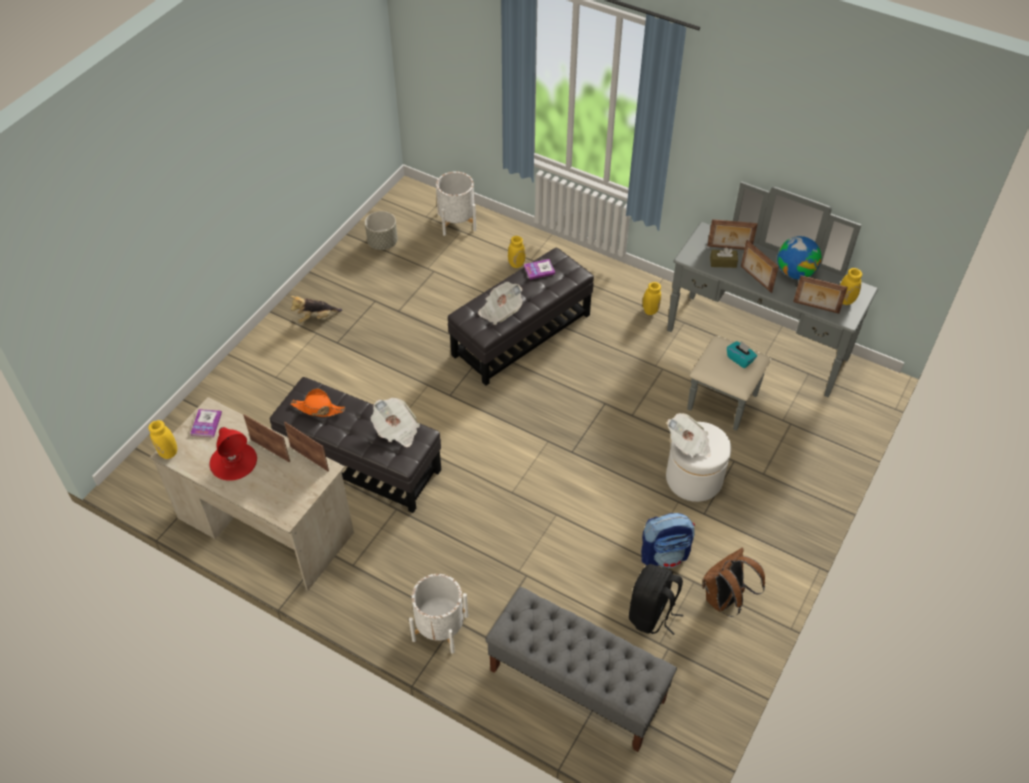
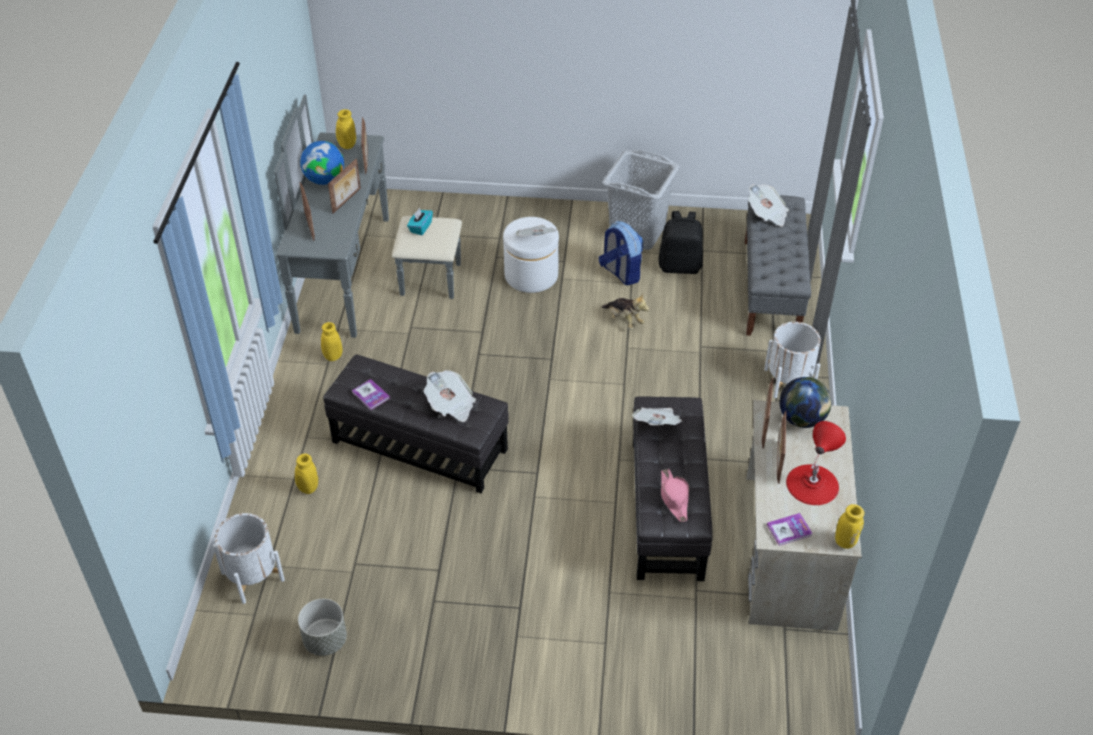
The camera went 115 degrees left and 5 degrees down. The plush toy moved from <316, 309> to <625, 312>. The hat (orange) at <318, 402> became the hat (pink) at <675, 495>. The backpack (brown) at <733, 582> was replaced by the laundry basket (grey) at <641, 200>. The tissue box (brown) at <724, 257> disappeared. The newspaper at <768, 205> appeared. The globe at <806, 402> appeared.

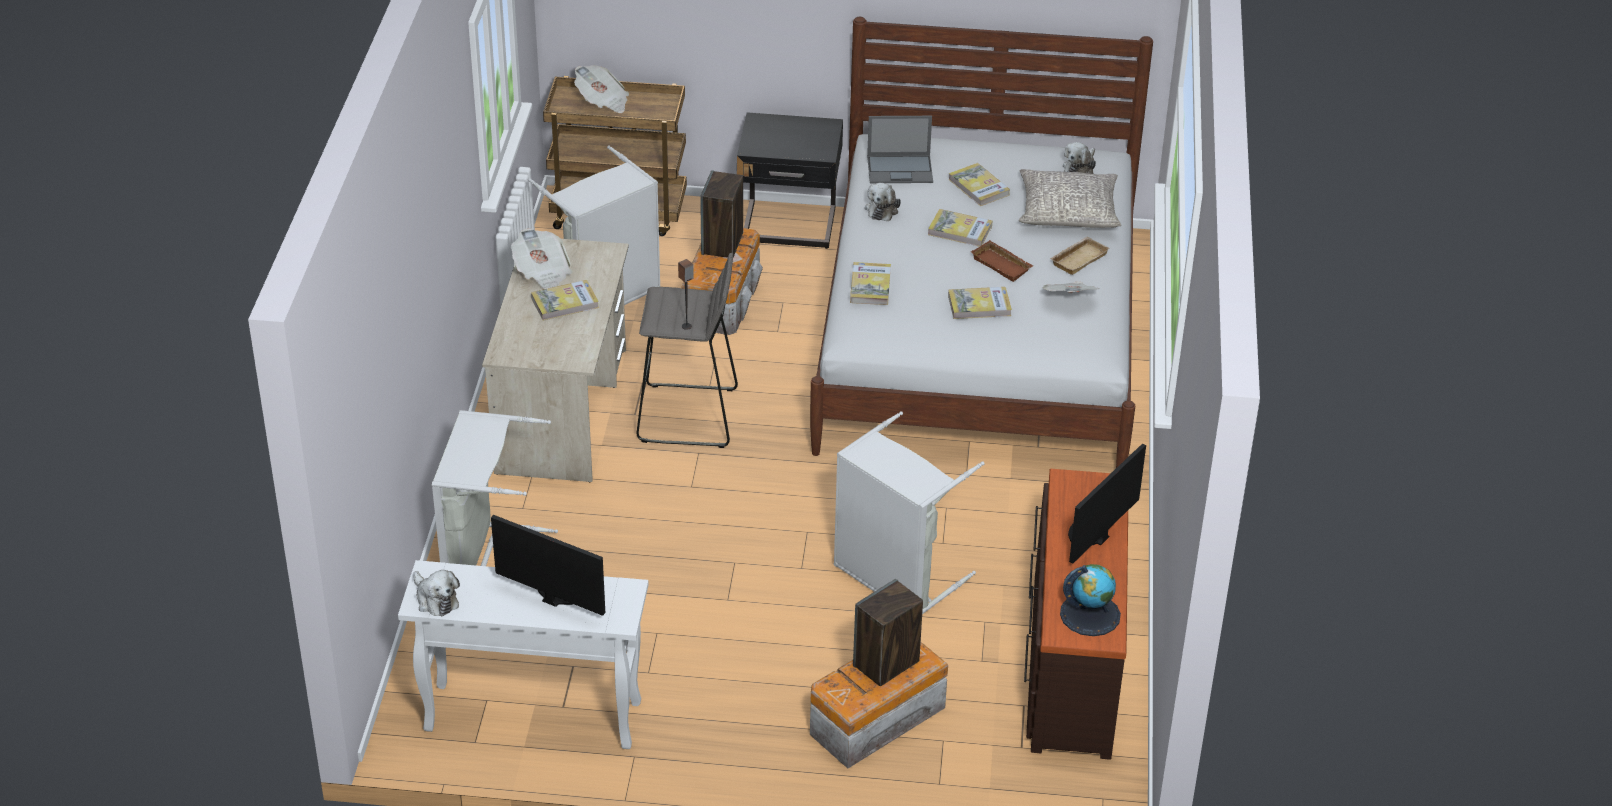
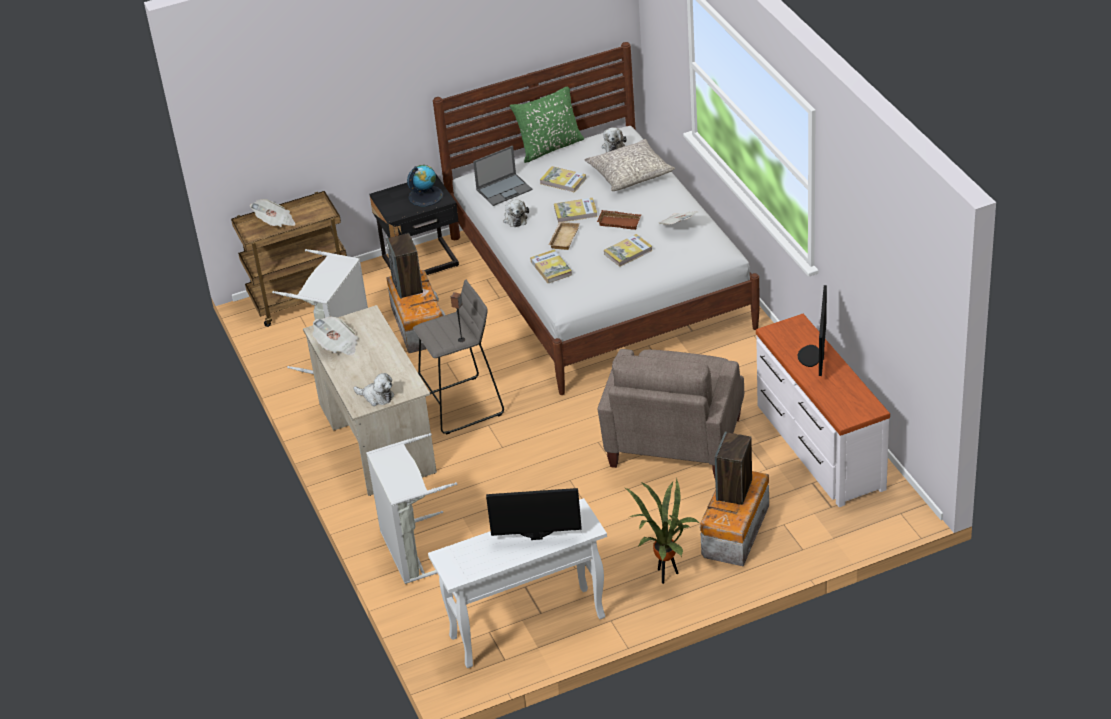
The camera went 25 degrees left and 0 degrees up. The plush toy moved from <436, 593> to <374, 389>. The book at <565, 300> disappeared. The laundry basket (grey) at <909, 512> was replaced by the armchair (beige) at <671, 413>. The dresser (brown) at <1076, 614> became the dresser (white) at <823, 410>. The tray (beige) moved from <1080, 255> to <564, 236>. The globe moved from <1090, 600> to <425, 186>. The pillow (green) at <547, 125> appeared. The potted plant at <663, 531> appeared.

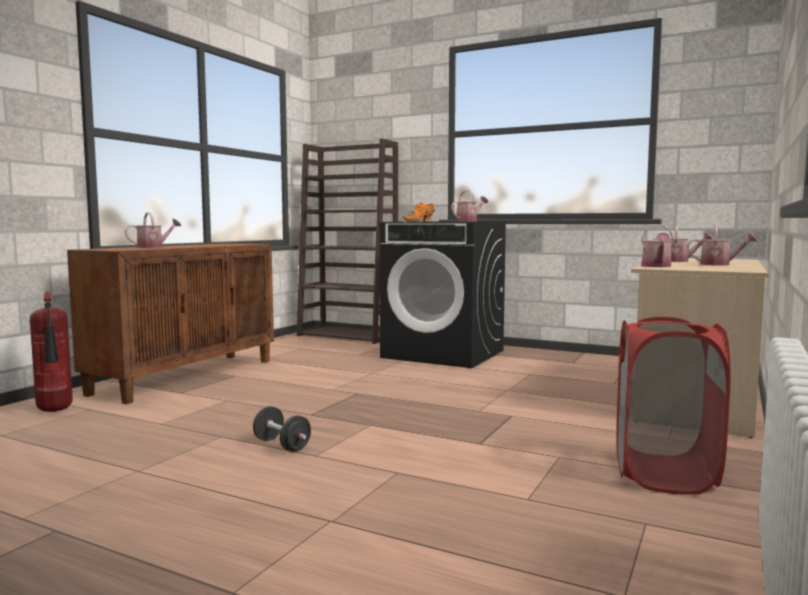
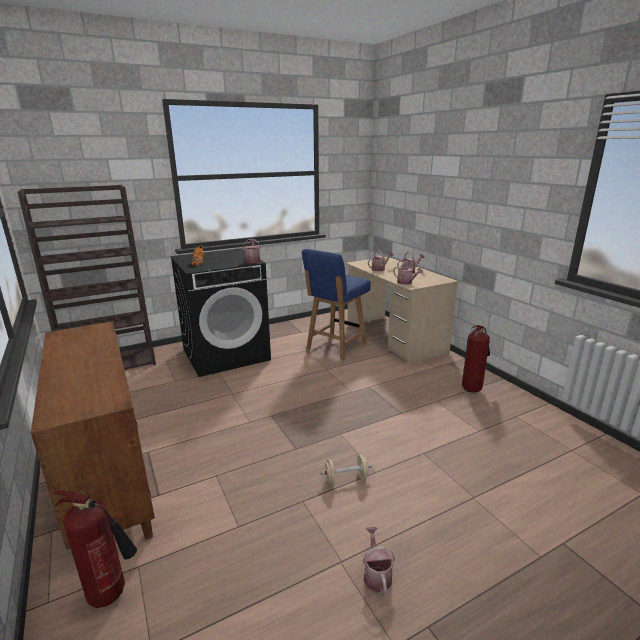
The camera went 55 degrees left and 15 degrees up. The watering can moved from <153, 230> to <379, 561>. The dumbbell (black) at <282, 429> became the dumbbell (beige) at <346, 470>. The laundry basket (red) at <674, 406> was replaced by the fire extinguisher at <476, 359>. The chair (blue) at <336, 304> appeared.

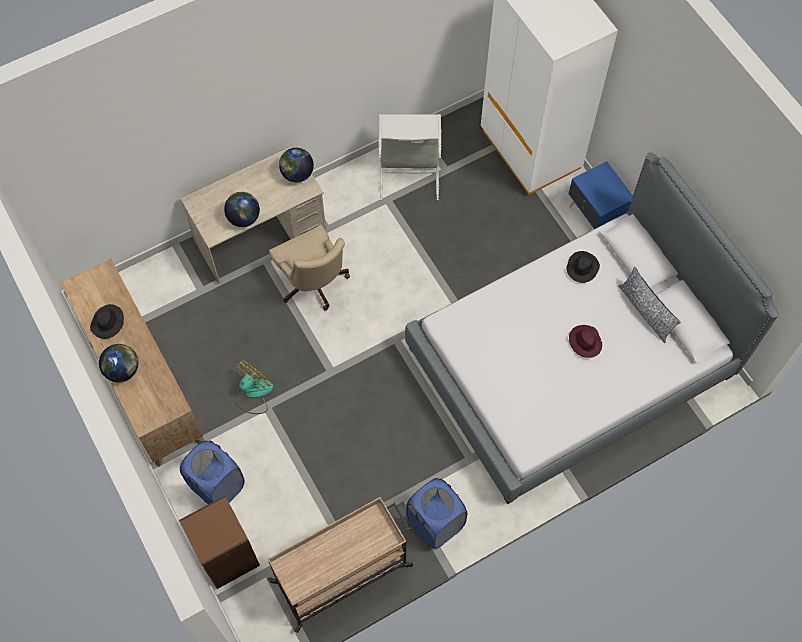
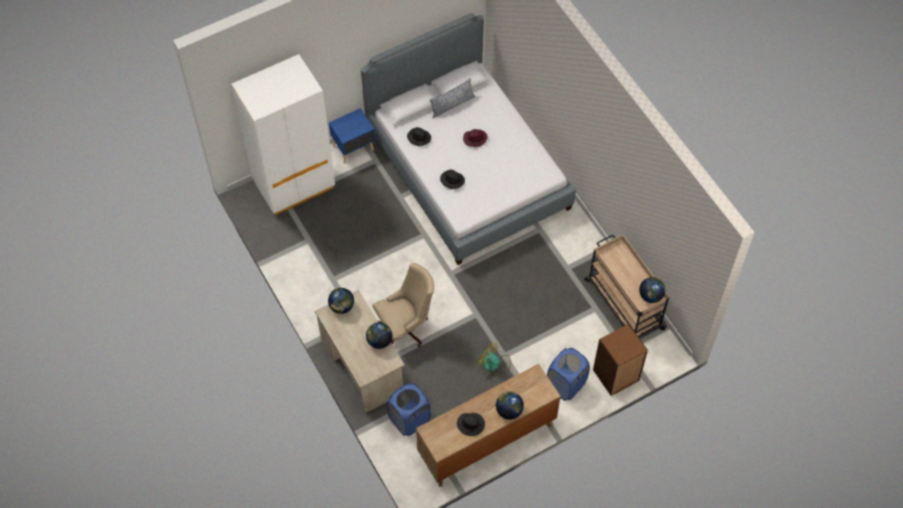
The camera went 90 degrees left and 5 degrees down. The laundry basket (grey) at <410, 157> disappeared. The laundry basket (blue) moved from <436, 513> to <408, 409>. The hat (black) at <452, 179> appeared. The globe at <652, 290> appeared.

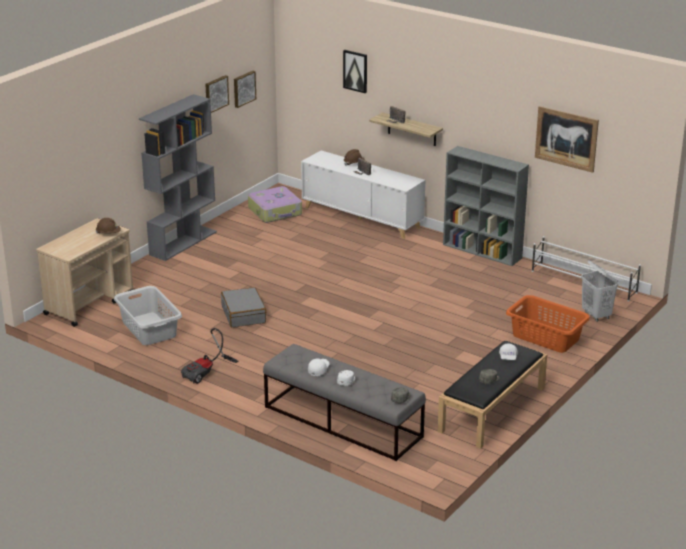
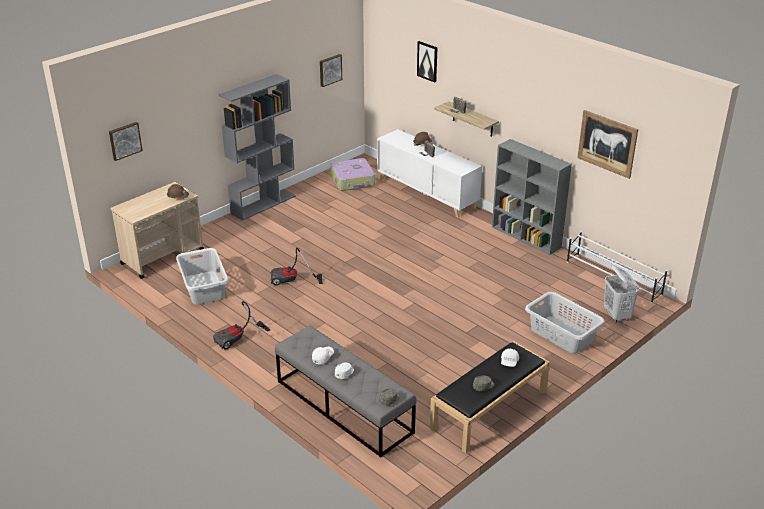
The camera went 10 degrees right and 5 degrees up. The picture moved from <217, 94> to <126, 141>. The suitcase (grey) at <243, 307> was replaced by the vacuum cleaner at <297, 266>. The laundry basket (orange) at <548, 324> became the laundry basket (grey) at <565, 322>.

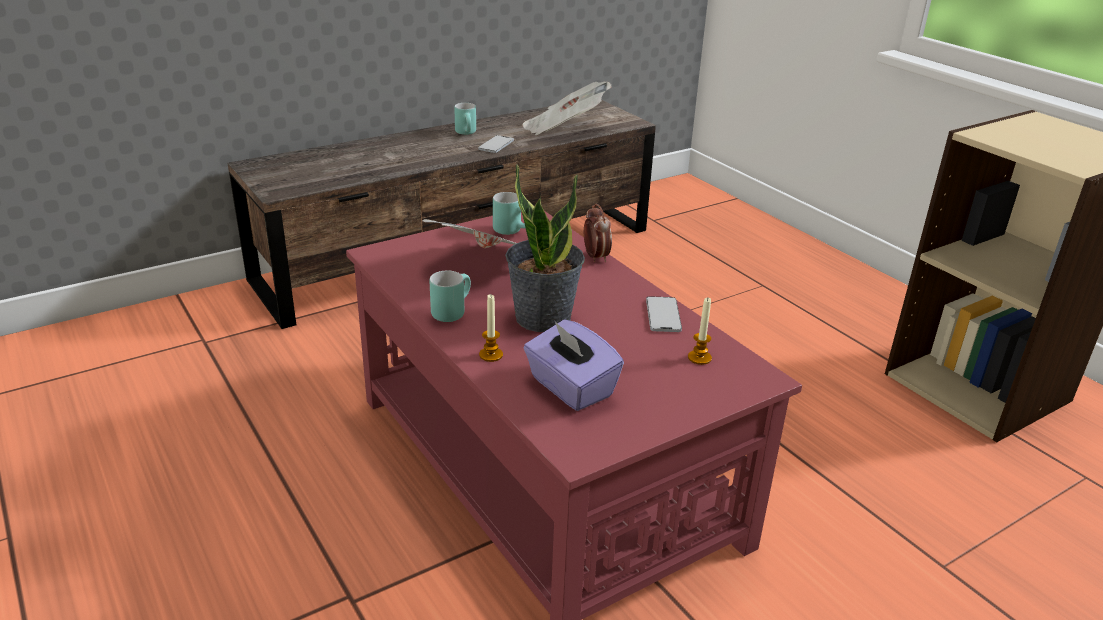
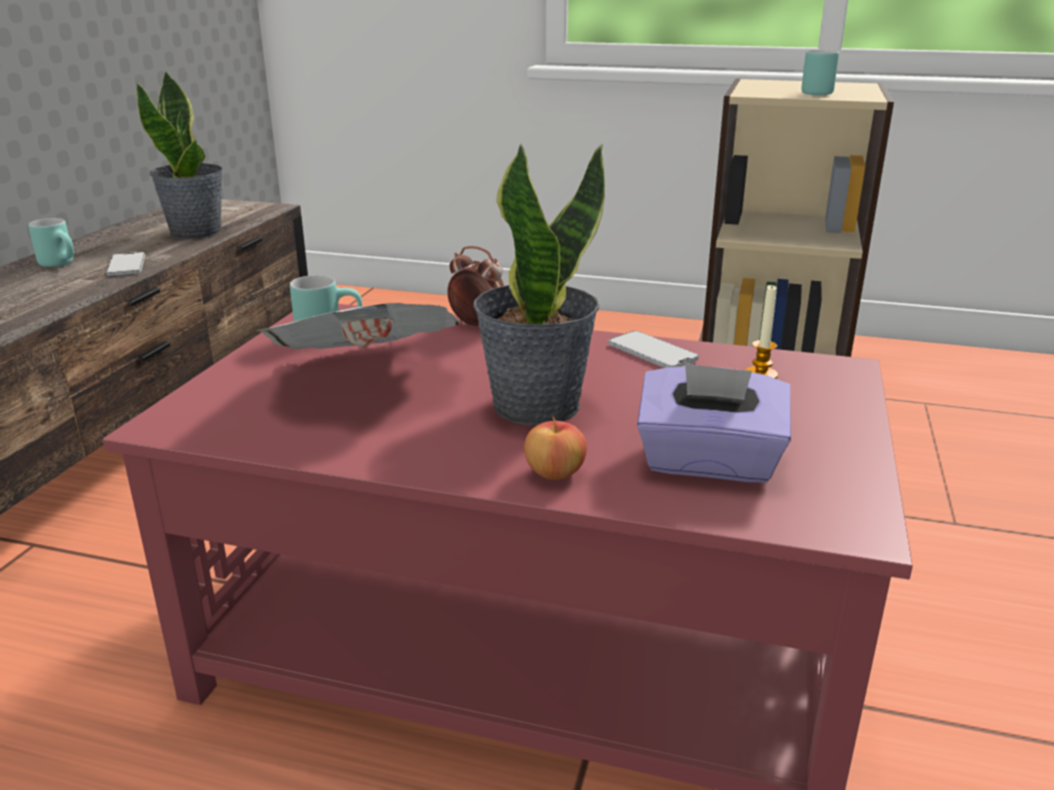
The camera went 40 degrees left and 5 degrees down. The mug (turquoise) moved from <450, 296> to <820, 72>. The candle at <491, 328> was replaced by the apple at <555, 448>. The newspaper at <566, 108> was replaced by the potted plant at <179, 155>.

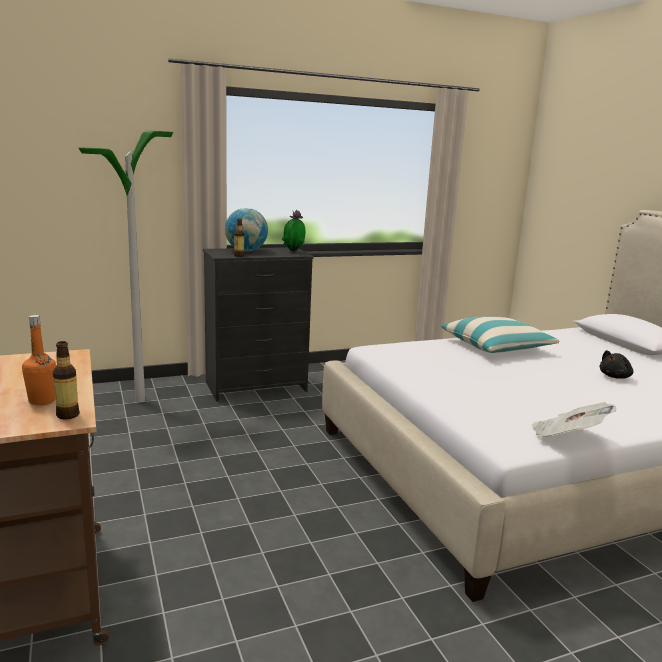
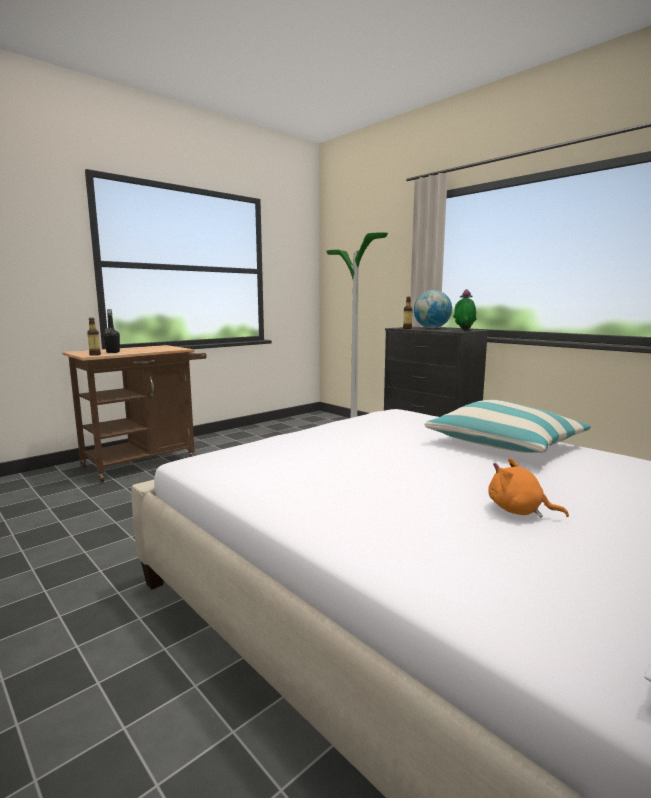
The camera went 70 degrees right and 5 degrees down. The bottle (orange) at <39, 360> became the bottle (black) at <111, 331>. The newspaper at <574, 420> disappeared. The plush toy (black) at <616, 364> became the plush toy (orange) at <528, 488>.

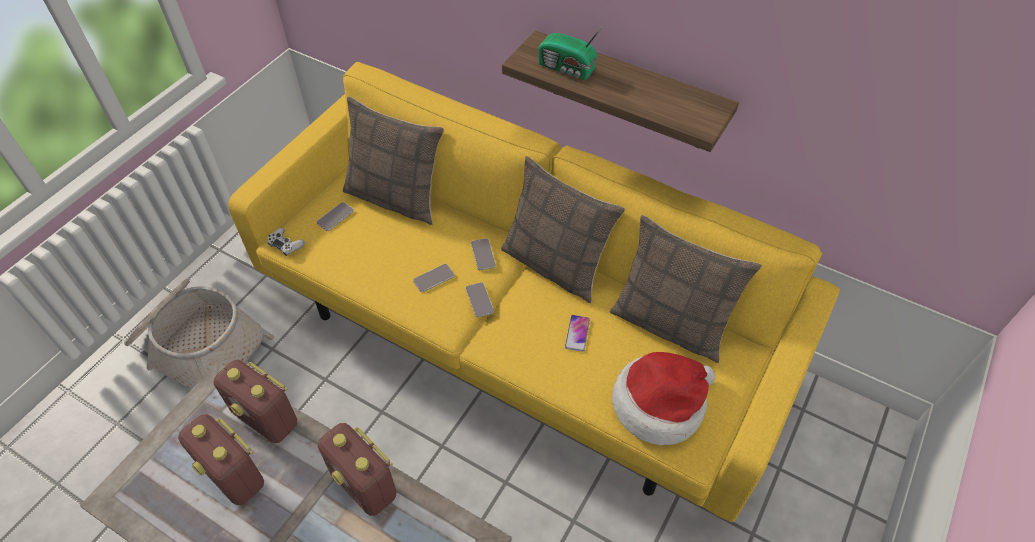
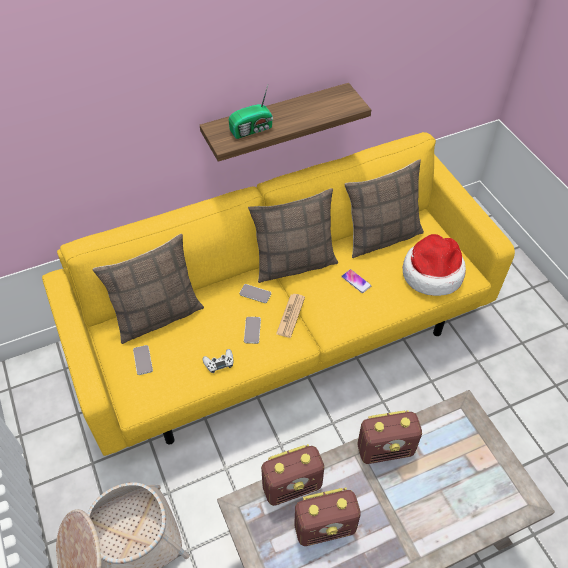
The camera went 55 degrees left and 0 degrees up. The game controller (white) moved from <286, 241> to <217, 361>. The phone at <480, 299> was replaced by the newspaper at <290, 316>.

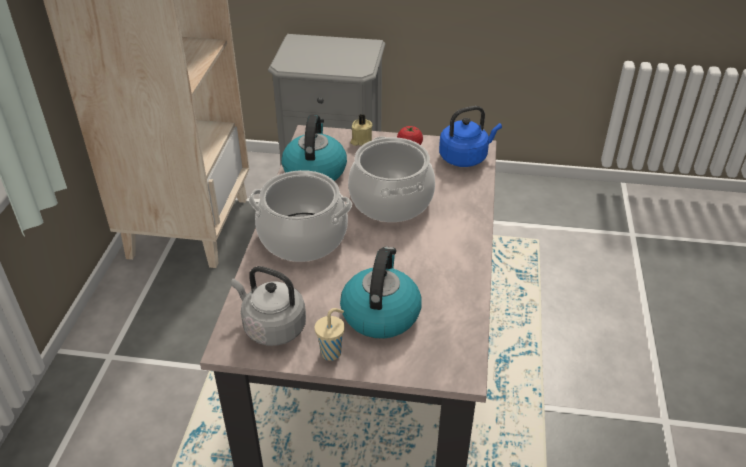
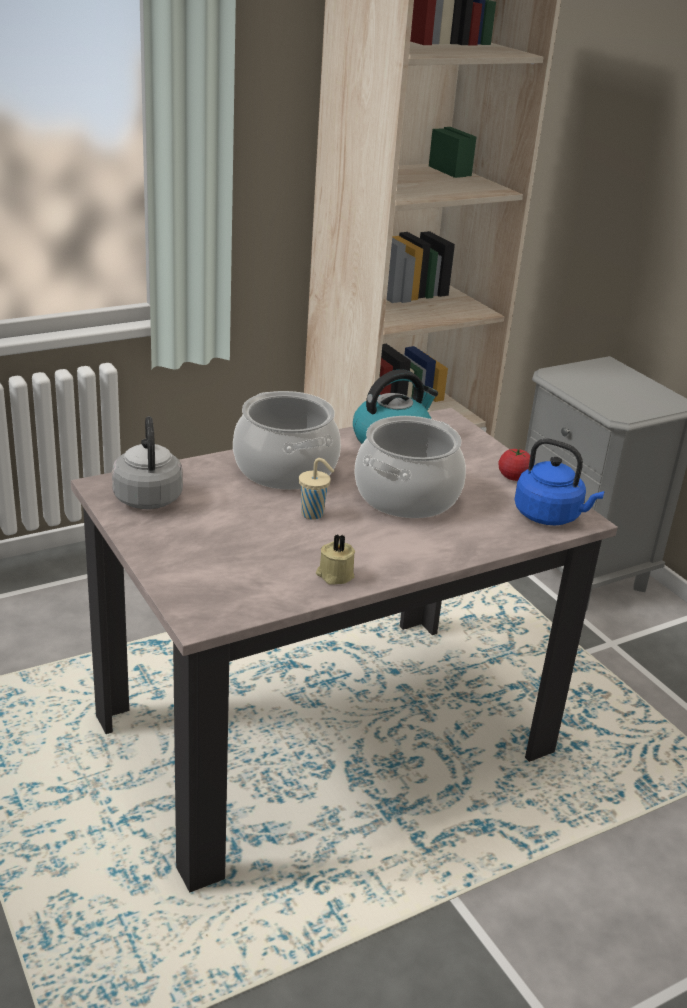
The camera went 50 degrees right and 10 degrees down. The cup (beige) moved from <330, 334> to <316, 489>. The kettle at <381, 293> disappeared. The candle (beige) moved from <361, 130> to <335, 559>.

